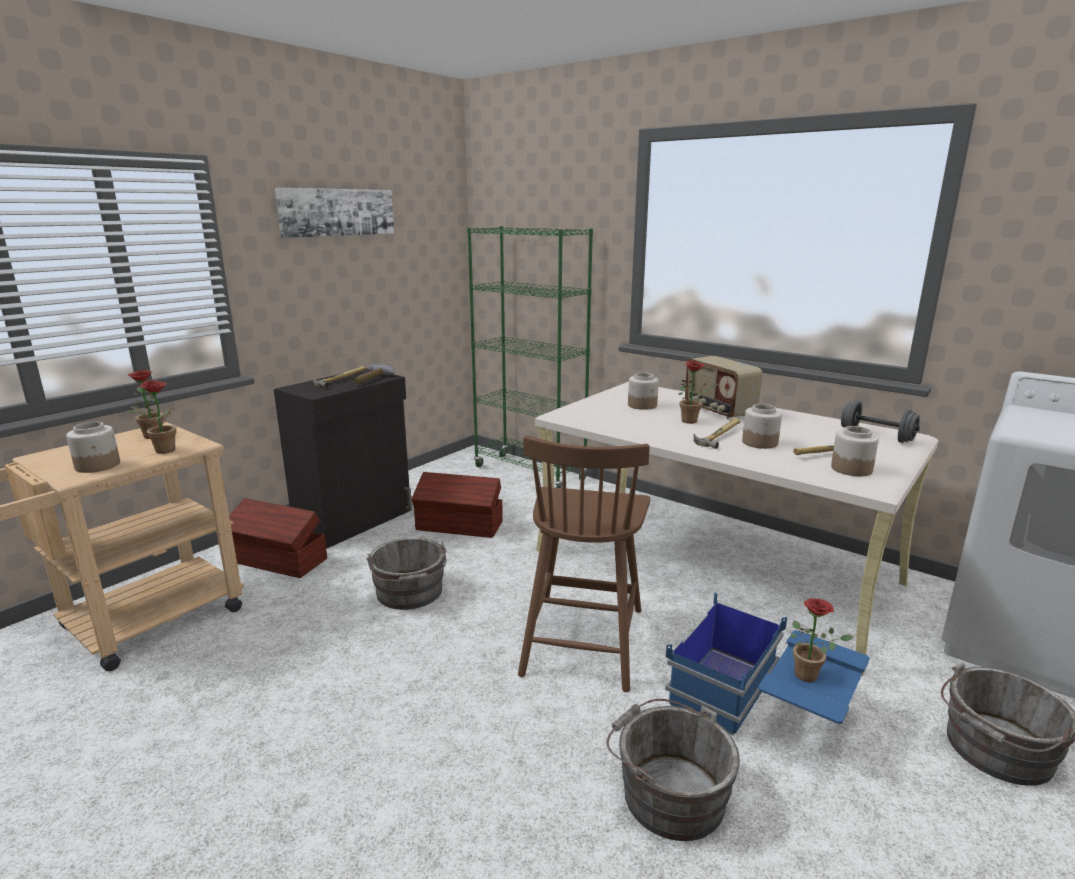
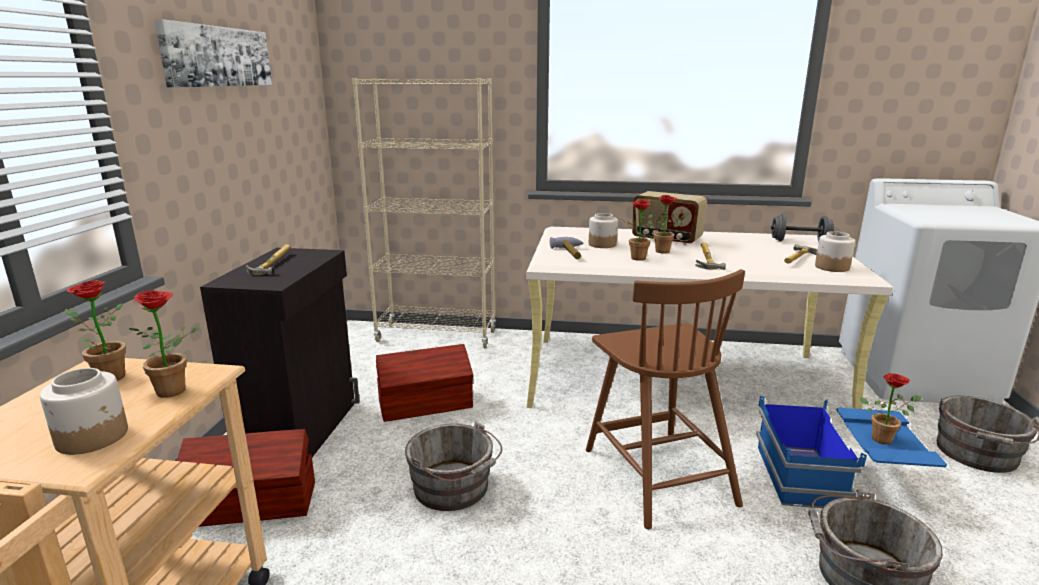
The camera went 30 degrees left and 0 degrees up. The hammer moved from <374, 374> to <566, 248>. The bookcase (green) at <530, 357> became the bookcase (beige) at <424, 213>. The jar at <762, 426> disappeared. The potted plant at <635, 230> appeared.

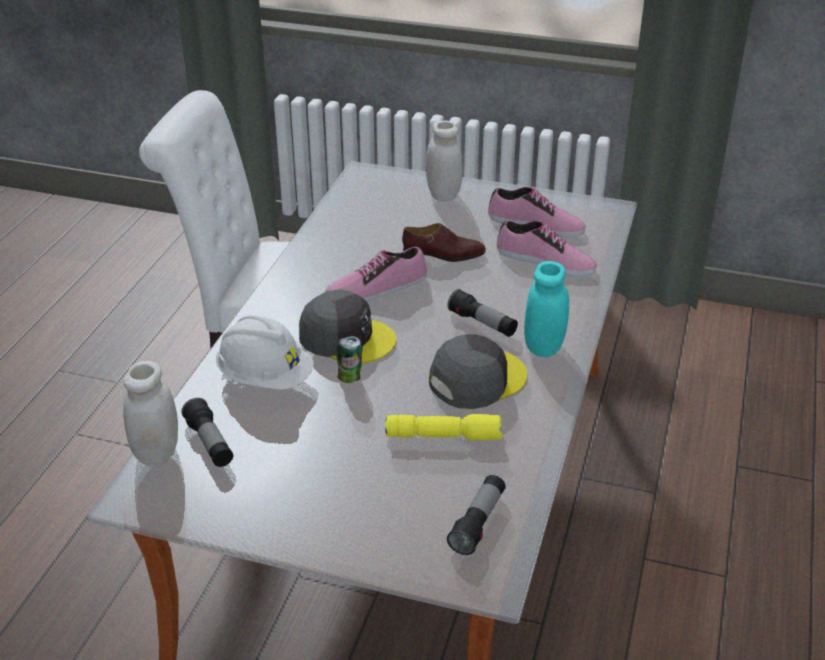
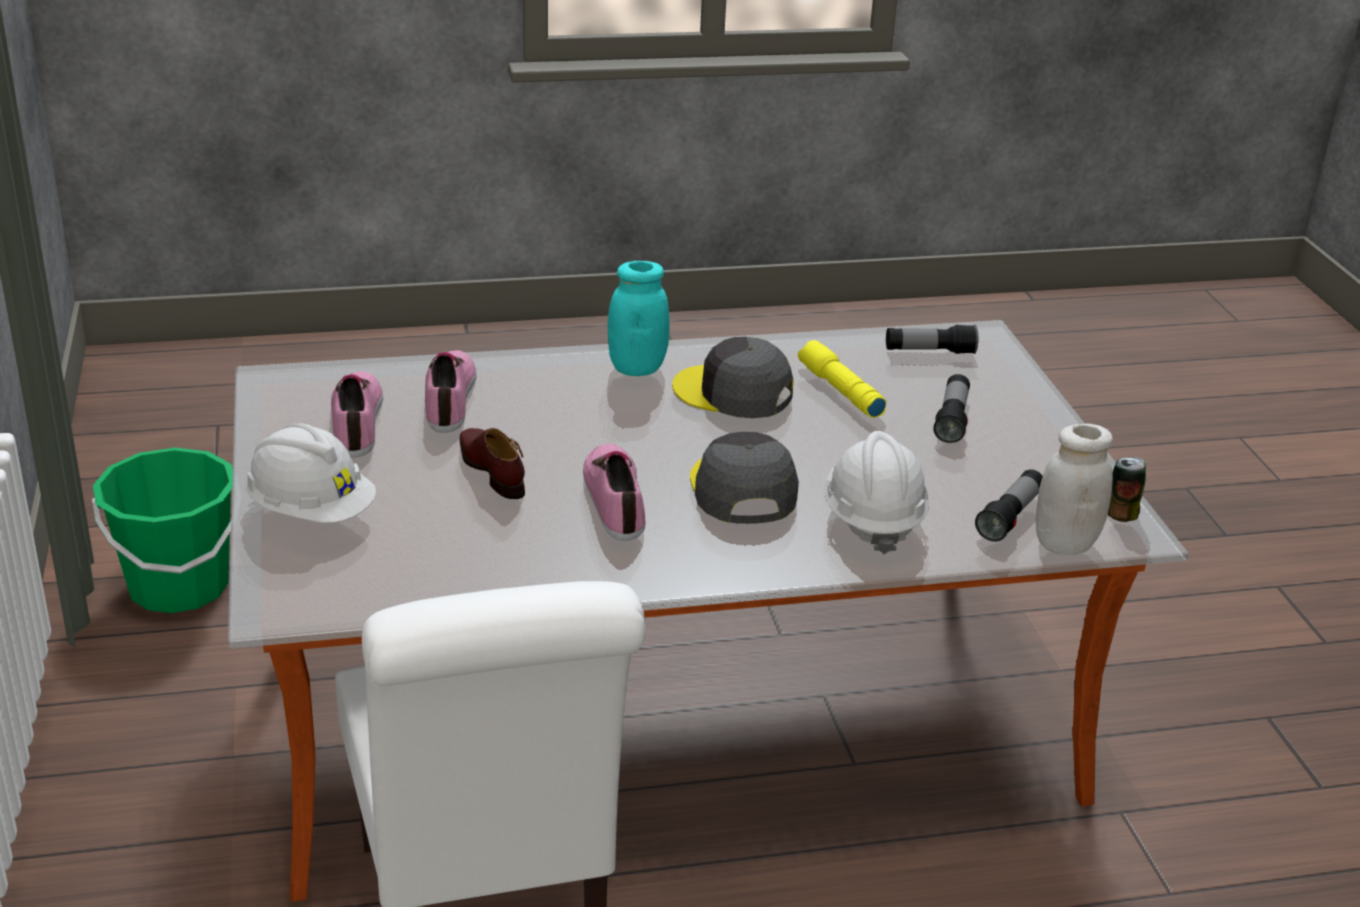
The camera went 120 degrees left and 5 degrees down. The shoe at <376, 273> turned 135 degrees counterclockwise. The can moved from <349, 359> to <1127, 489>. The jar (white) at <444, 161> was replaced by the hard hat (white) at <310, 473>. The flashlight moved from <482, 313> to <951, 408>. The bucket (green) at <162, 530> appeared.

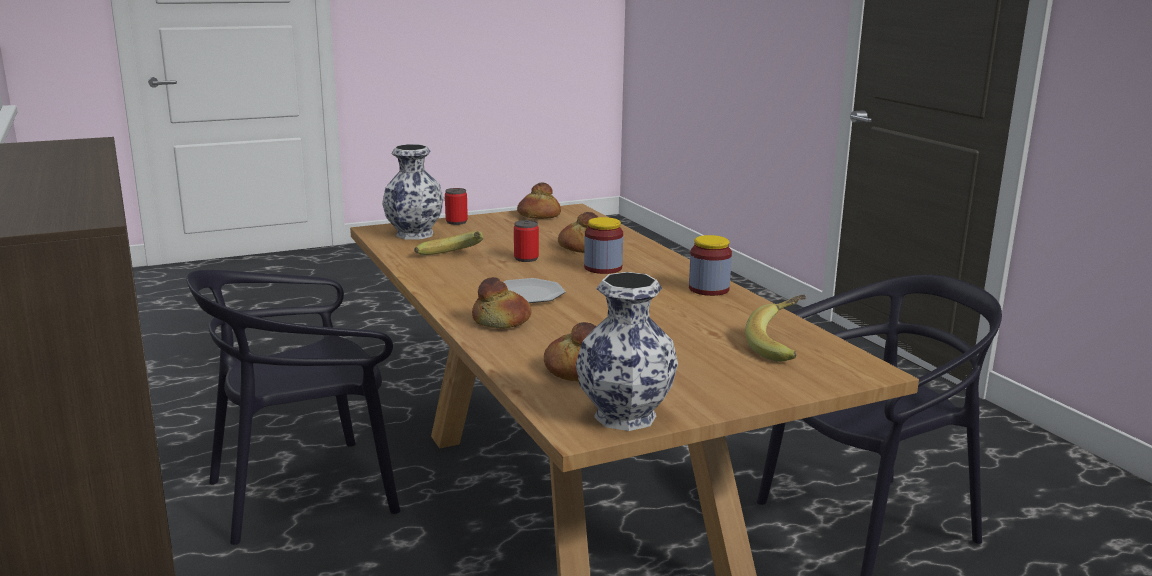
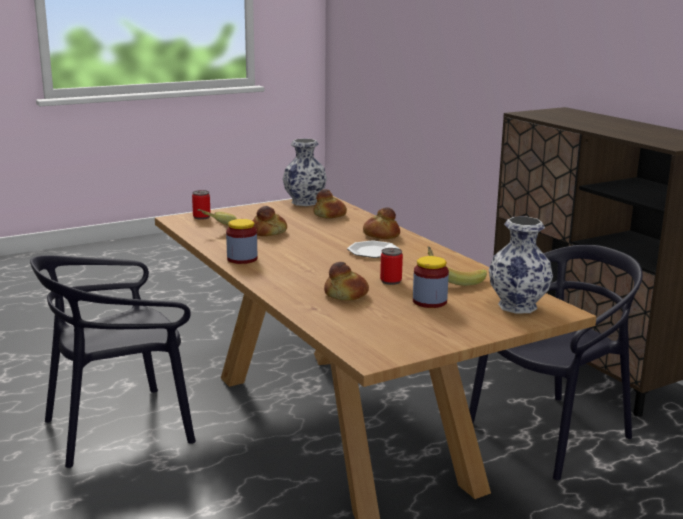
The camera went 175 degrees right and 0 degrees up. The can moved from <456, 206> to <201, 205>. The bread moved from <539, 200> to <270, 221>. The jar moved from <603, 245> to <431, 282>.

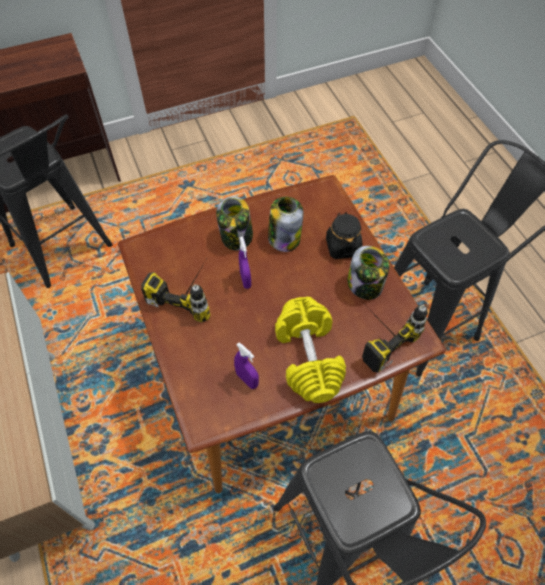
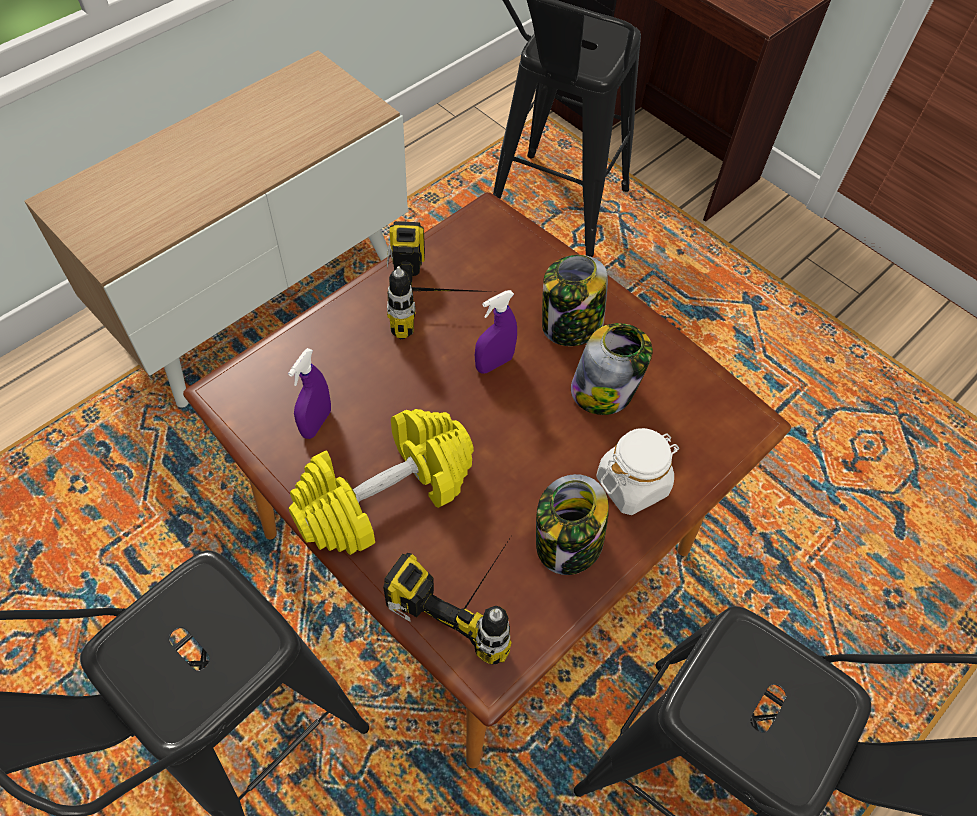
The camera went 65 degrees right and 0 degrees up. The jar (black) at <344, 235> became the jar (white) at <637, 471>.

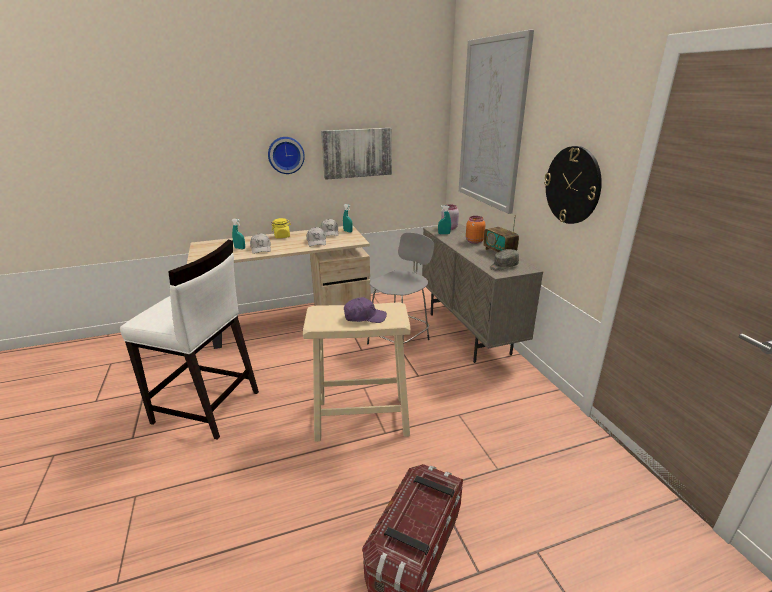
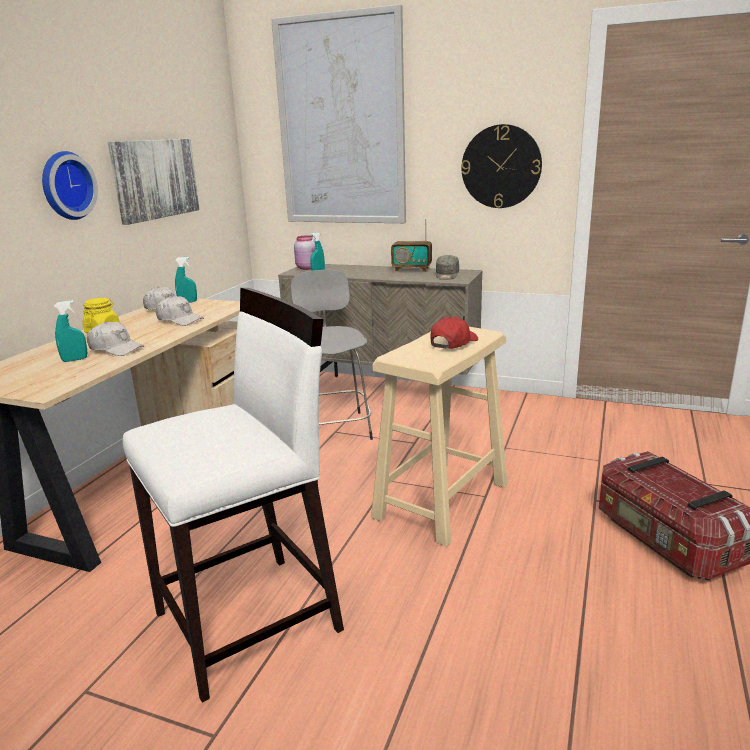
The camera went 50 degrees left and 5 degrees down. The cap (purple) at <365, 310> became the cap (red) at <454, 333>. The jar (orange) at <476, 230> disappeared.

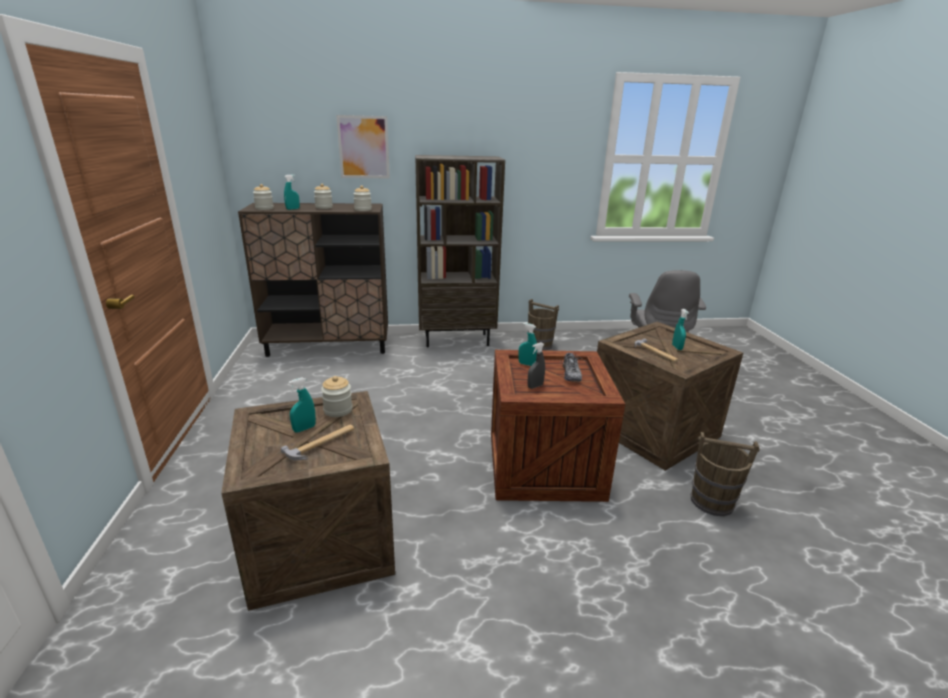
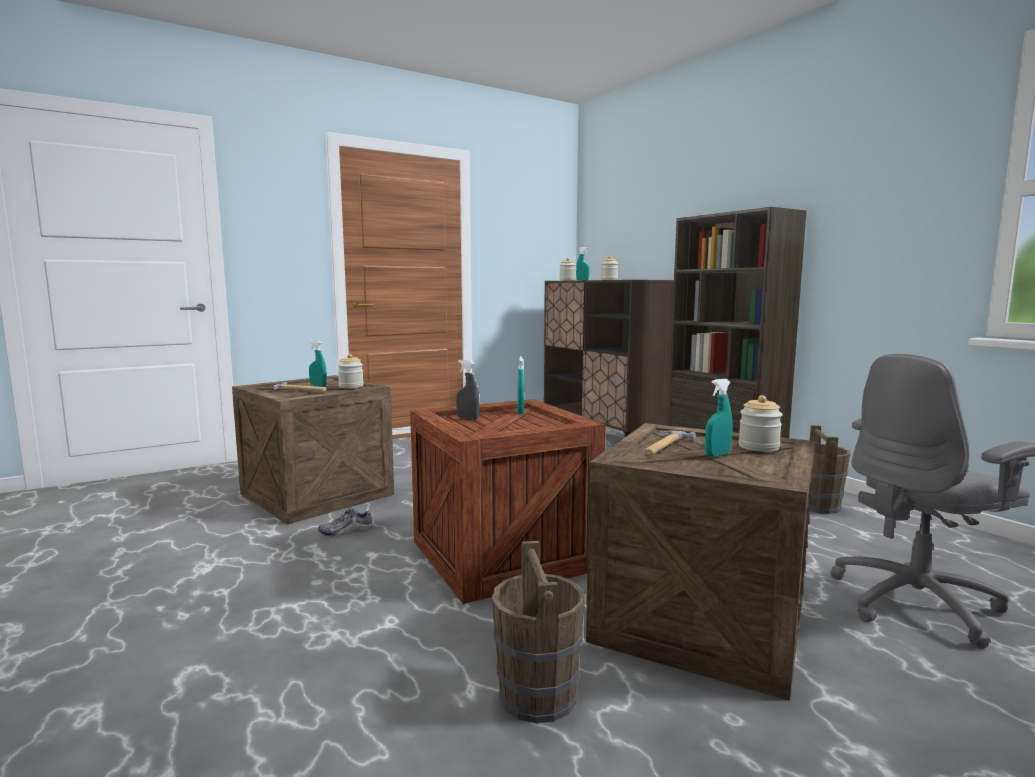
The camera went 65 degrees right and 15 degrees down. The picture at <363, 147> disappeared. The jar moved from <362, 198> to <760, 423>. The shoe moved from <572, 366> to <345, 521>.

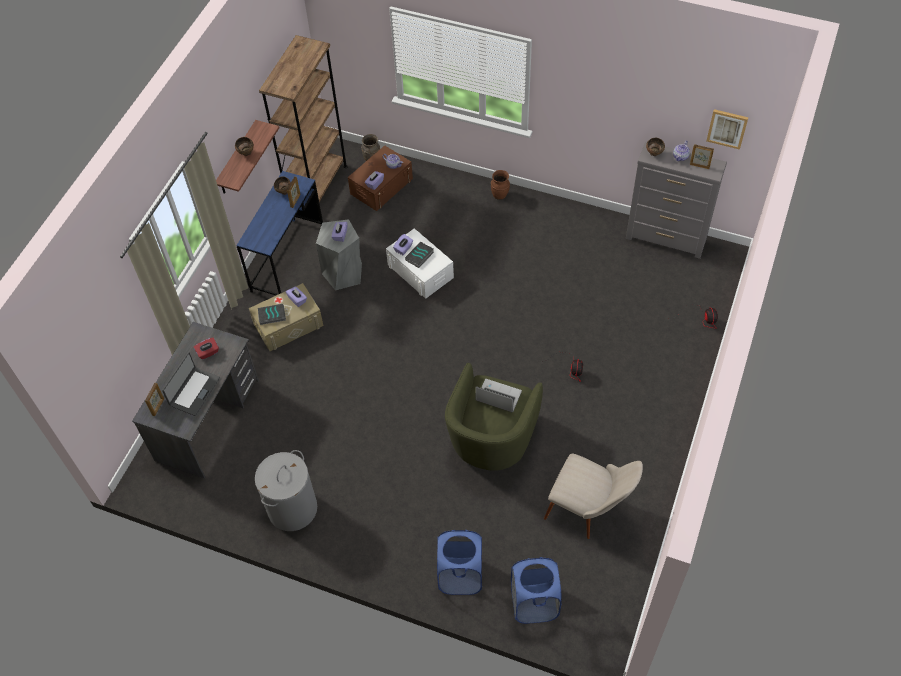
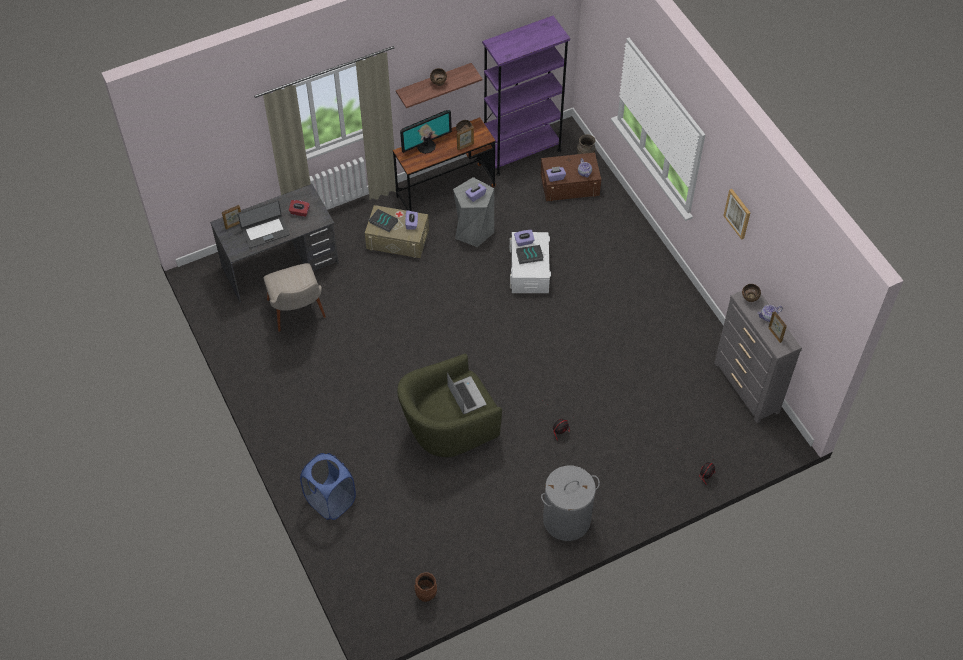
The camera went 40 degrees right and 0 degrees up. The desk (blue) at <279, 233> became the desk (brown) at <444, 164>. The laundry basket (grey) moved from <286, 490> to <570, 503>. The bookcase (brown) at <303, 118> became the bookcase (purple) at <526, 96>. The vase (brown) moved from <500, 185> to <426, 587>. The laundry basket (blue) at <536, 590> disappeared. The chair (beige) moved from <593, 496> to <294, 297>. The picture moved from <727, 129> to <736, 214>. The monitor at <426, 132> appeared.

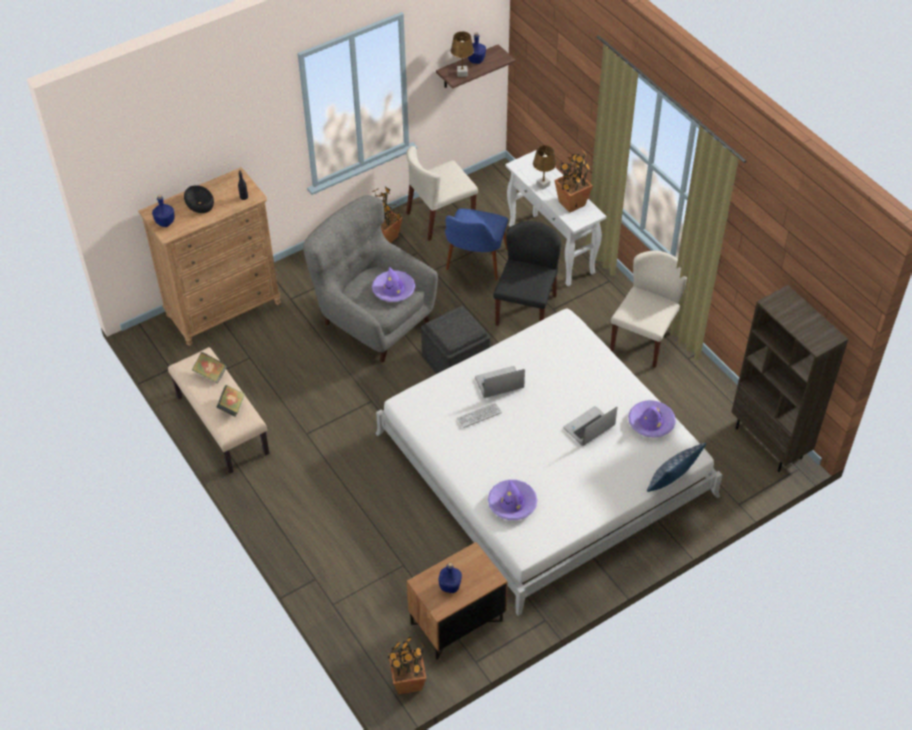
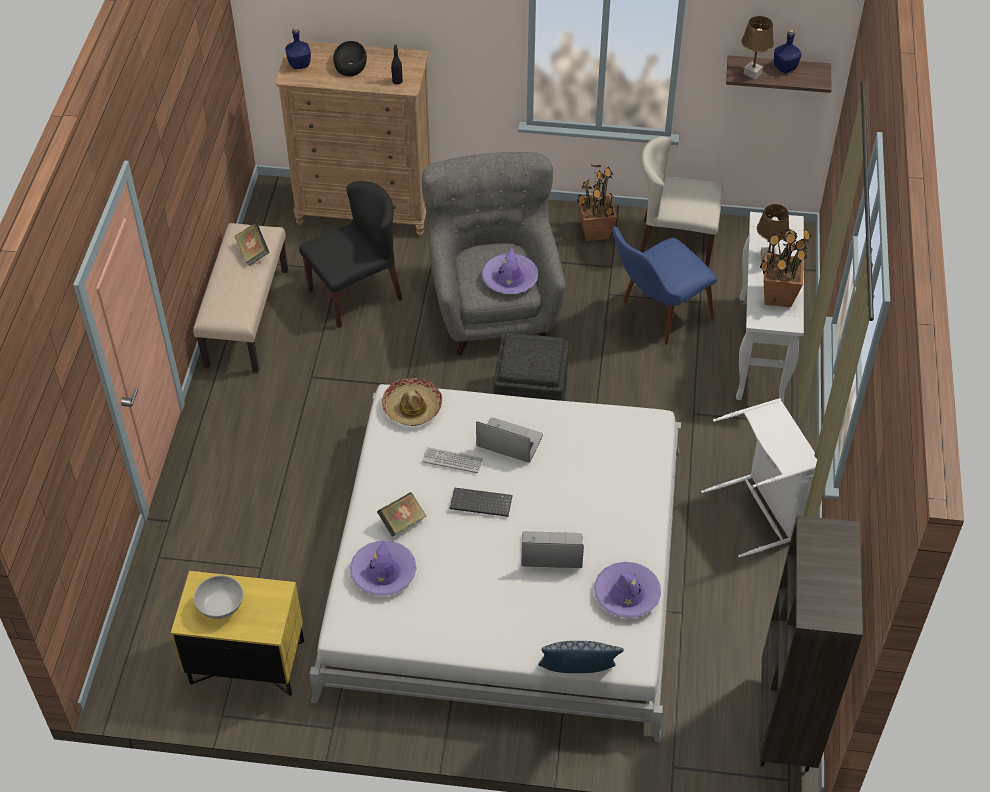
The camera went 40 degrees right and 0 degrees up. The book moved from <230, 400> to <402, 514>. The potted plant at <407, 665> disappeared. The nightstand (brown) at <457, 601> became the nightstand (yellow) at <237, 633>. The bottle (blue) at <450, 578> was replaced by the bowl (white) at <218, 597>. The chair (black) moved from <527, 273> to <350, 254>. The chair (beige) at <648, 309> was replaced by the laundry basket (white) at <759, 478>. The hat at <412, 402> appeared. The keyboard at <481, 502> appeared.

